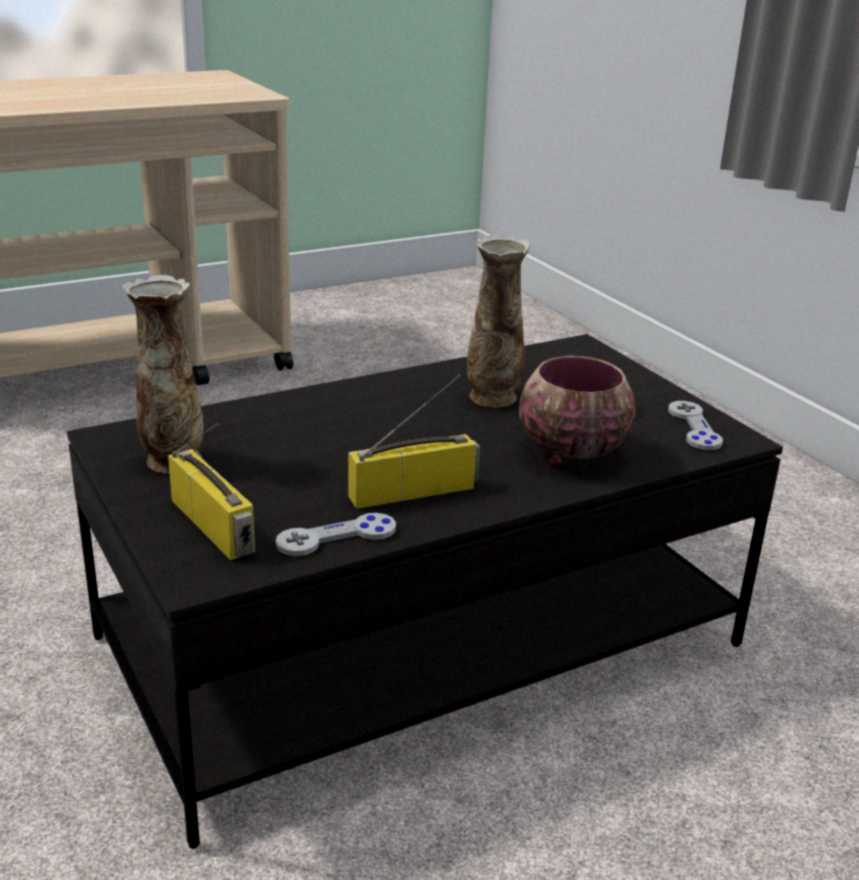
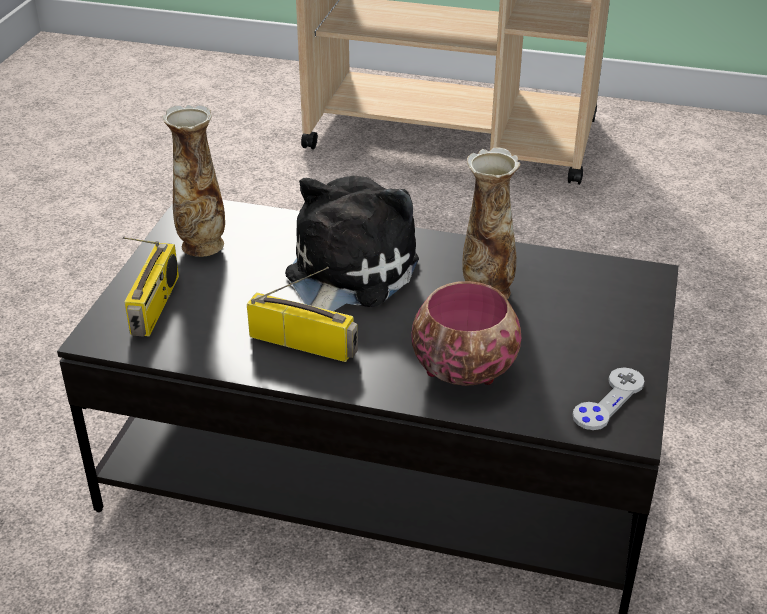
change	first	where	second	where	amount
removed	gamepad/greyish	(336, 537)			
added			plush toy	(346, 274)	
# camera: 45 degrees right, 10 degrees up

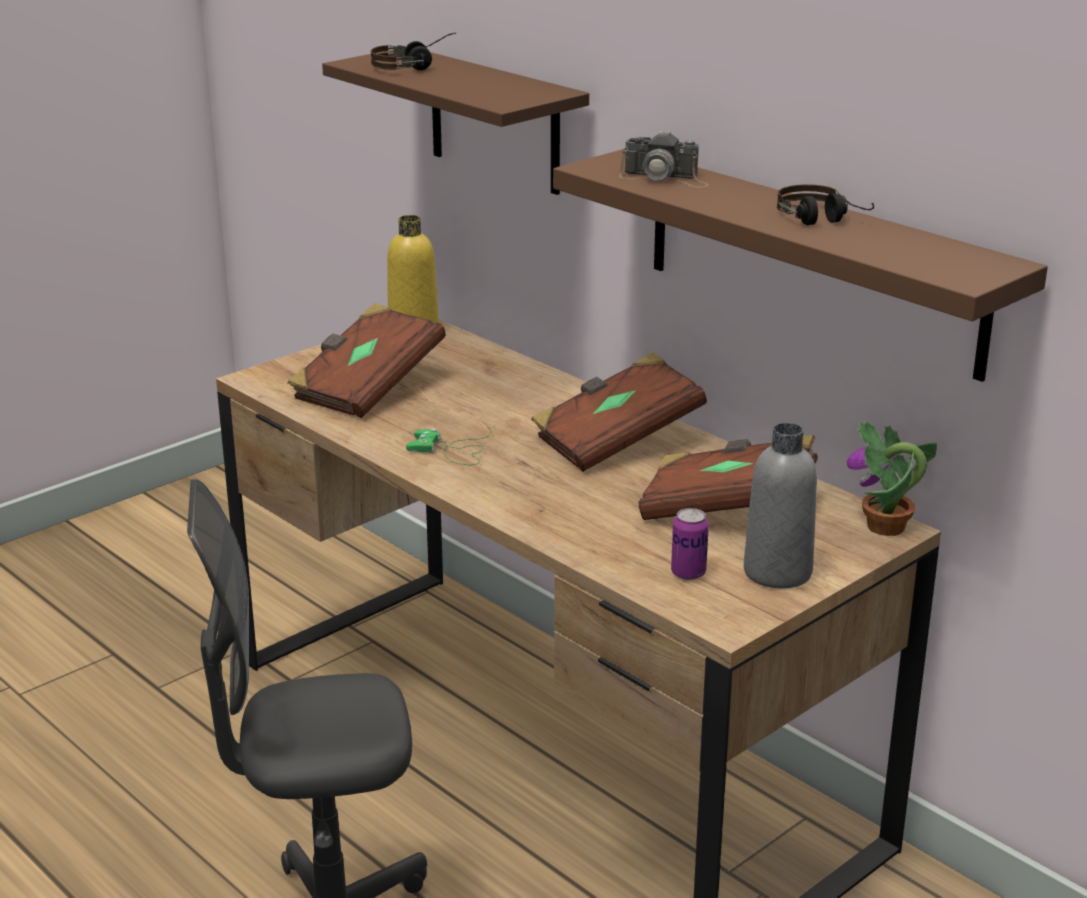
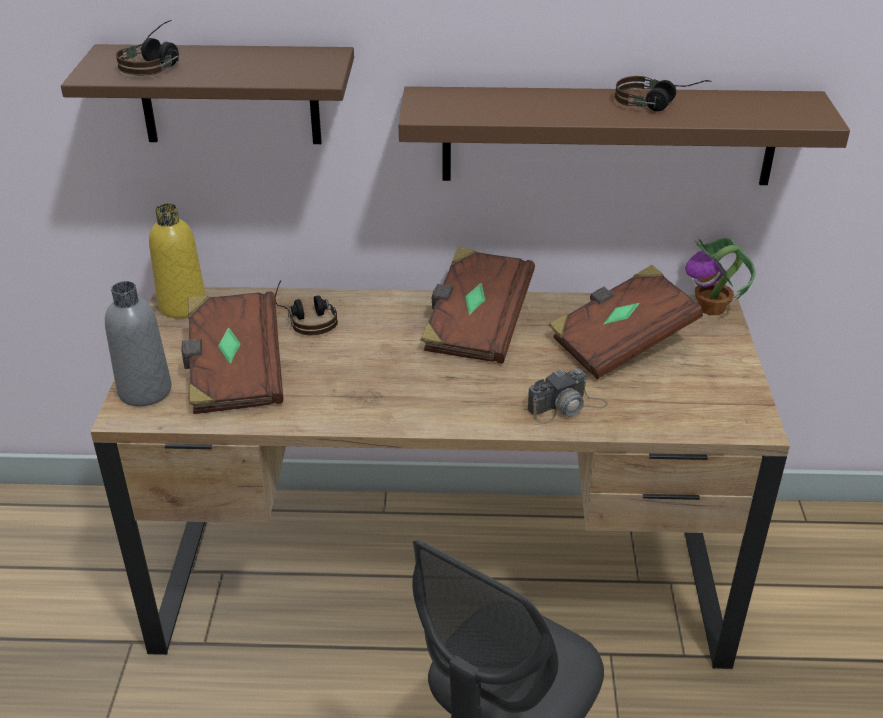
change	first	where	second	where	amount
removed	gamepad/greenish	(453, 451)			
moved	still camera	(665, 178)		(567, 407)	
removed	sealed can	(688, 573)			
moved	bottle/greyish	(777, 572)		(145, 391)	
added			pair of headphones	(306, 317)	
# camera: 45 degrees left, 10 degrees up

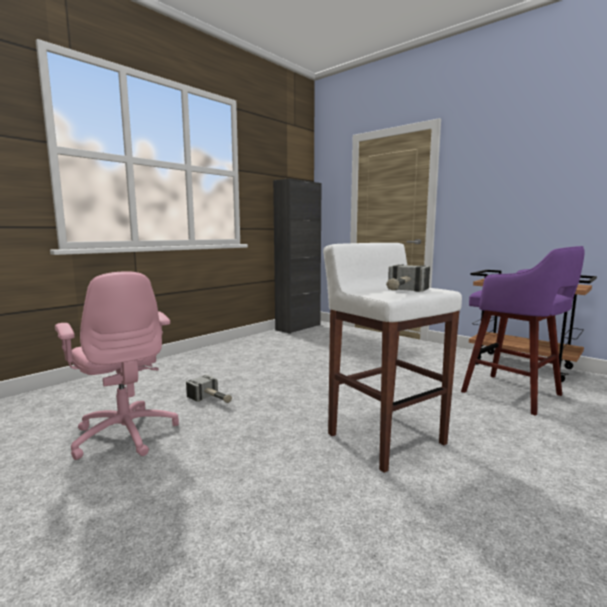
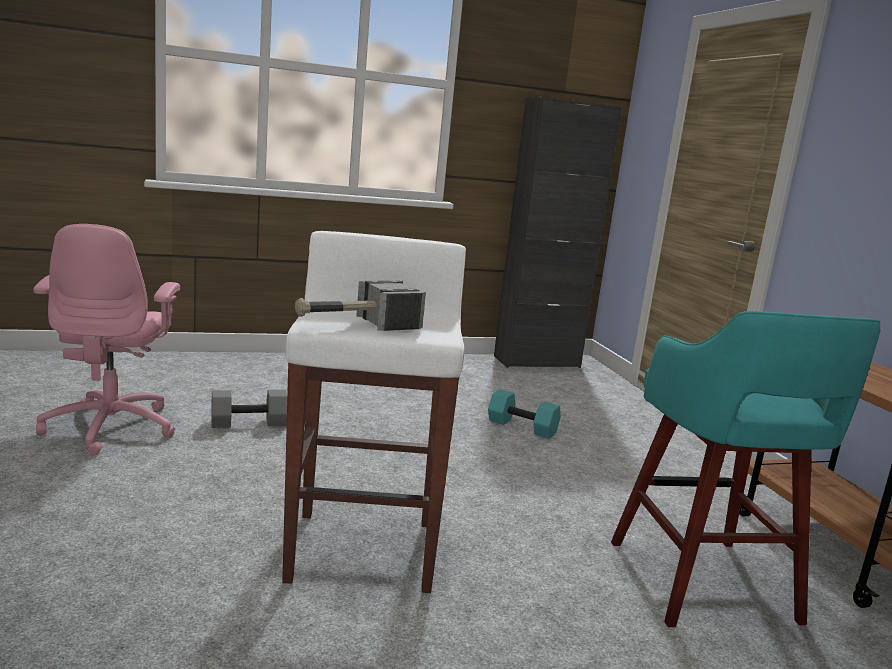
change	first	where	second	where	amount
replaced	tool hammer	(212, 400)	free weight/greyish	(249, 423)	
recoloured	stool seat/purplish	(514, 394)	stool seat/blue-green	(704, 585)	
added			free weight/blue-green	(523, 427)	
# camera: 30 degrees right, 5 degrees up

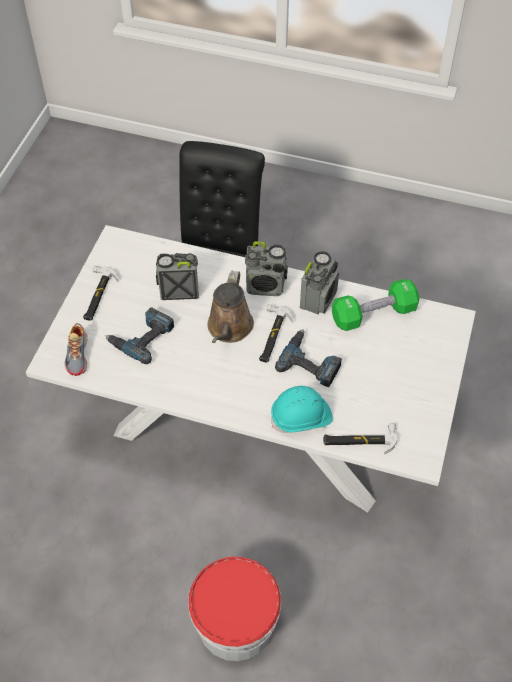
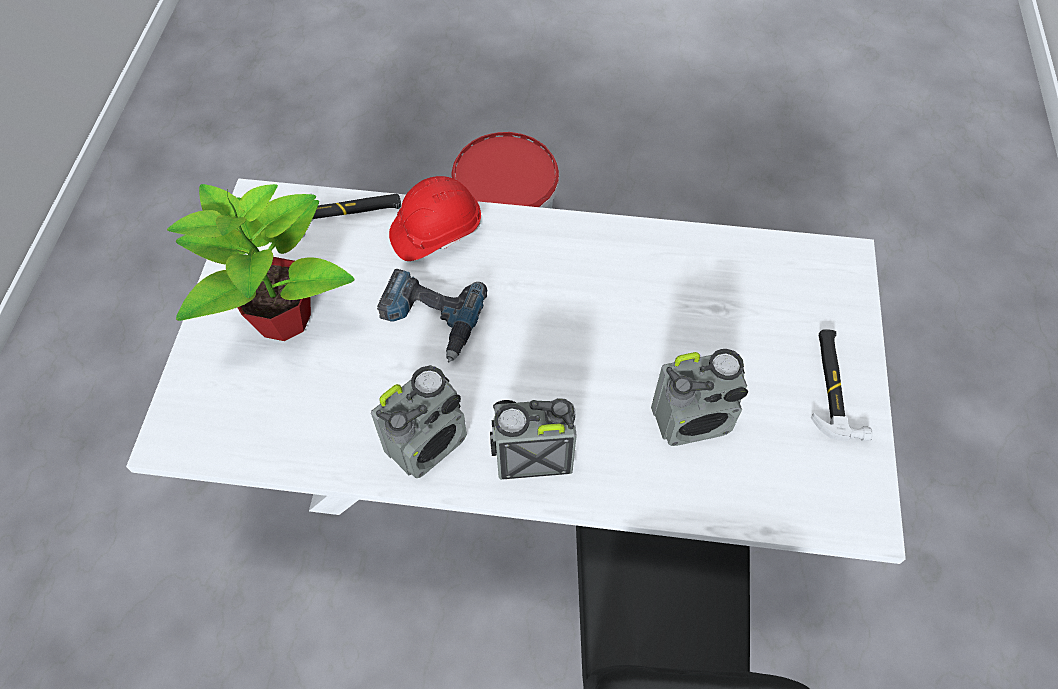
change	first	where	second	where	amount
removed	item of footwear	(78, 354)			
removed	power drill	(142, 337)			
removed	sprinkling can/brownish	(229, 328)			
removed	tool hammer	(272, 336)			
recoloured	safety helmet/blue-green	(301, 418)	safety helmet/reddish	(436, 231)	
turned	radio receiver	(318, 299)		(427, 443)	150 degrees counterclockwise
removed	free weight/greenish	(373, 314)			
added			potted plant	(285, 317)	
# camera: 170 degrees right, 5 degrees up

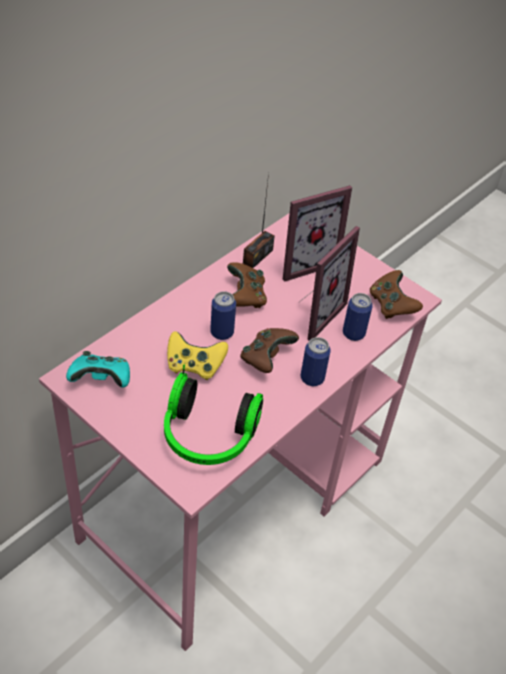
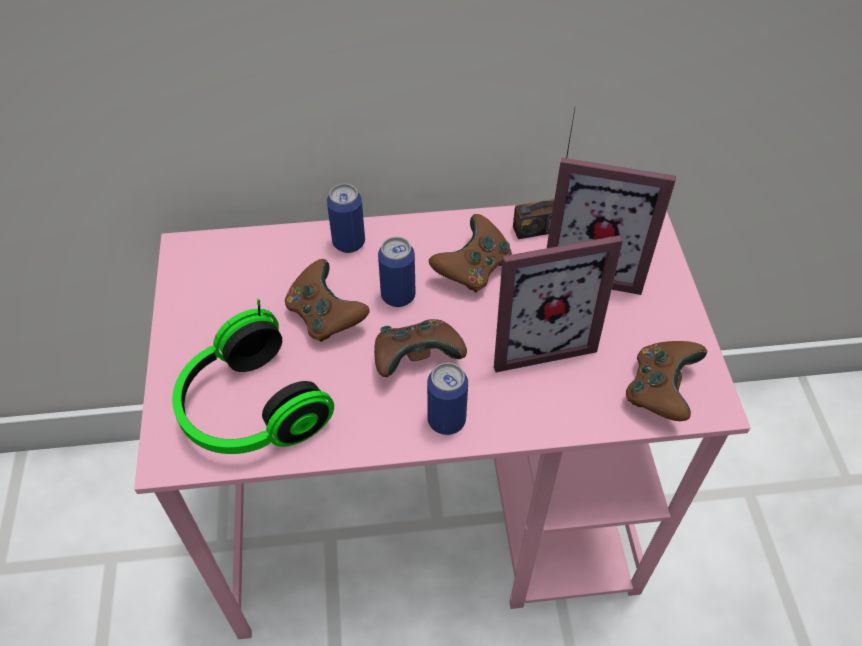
change	first	where	second	where	amount
removed	gamepad/blue-green	(102, 380)			
recoloured	gamepad/yellow	(194, 366)	gamepad/brownish	(325, 316)	
moved	sealed can	(353, 333)		(349, 243)	
# camera: 45 degrees right, 5 degrees up

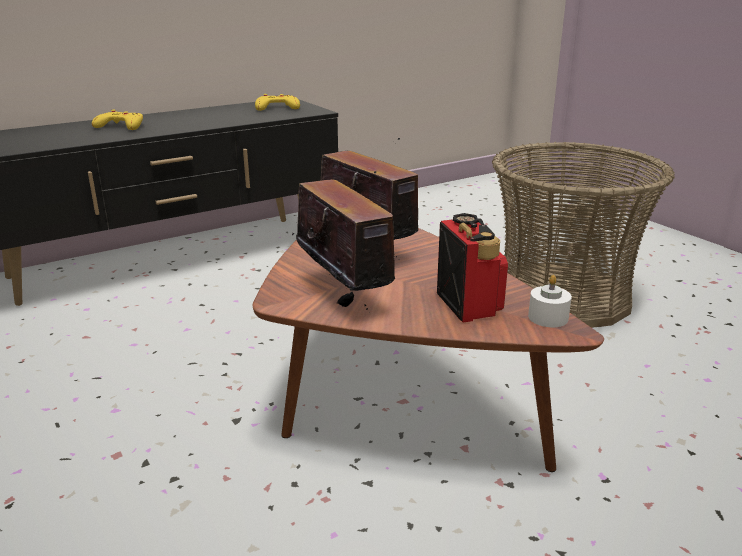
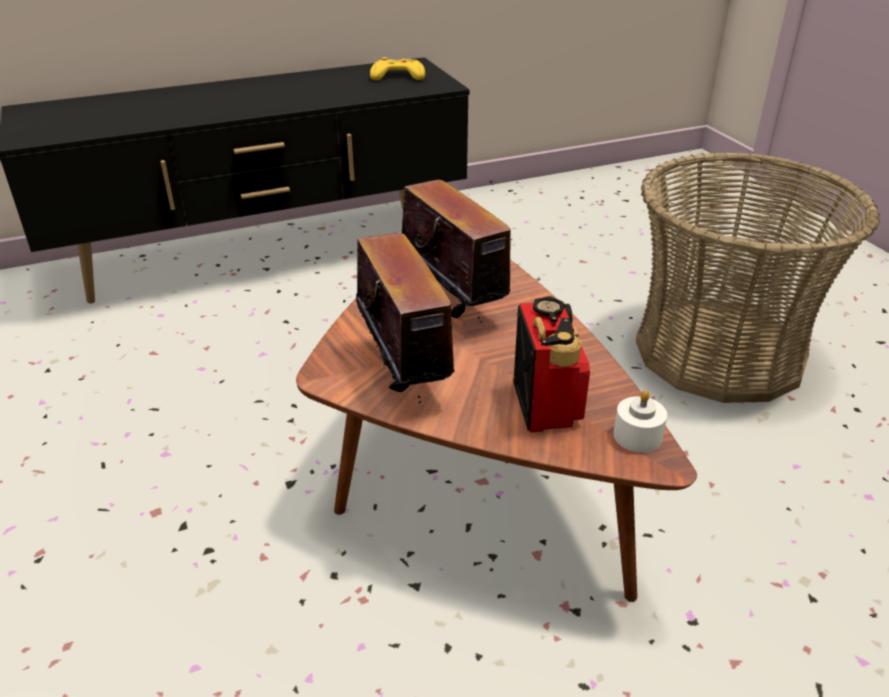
change	first	where	second	where	amount
removed	gamepad/yellow	(121, 126)			
# camera: 10 degrees right, 10 degrees up

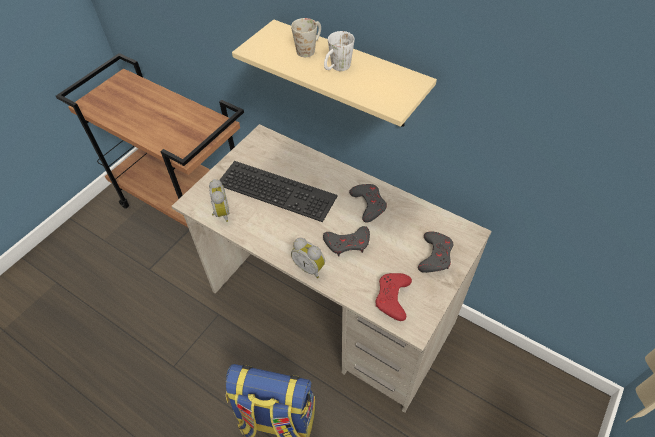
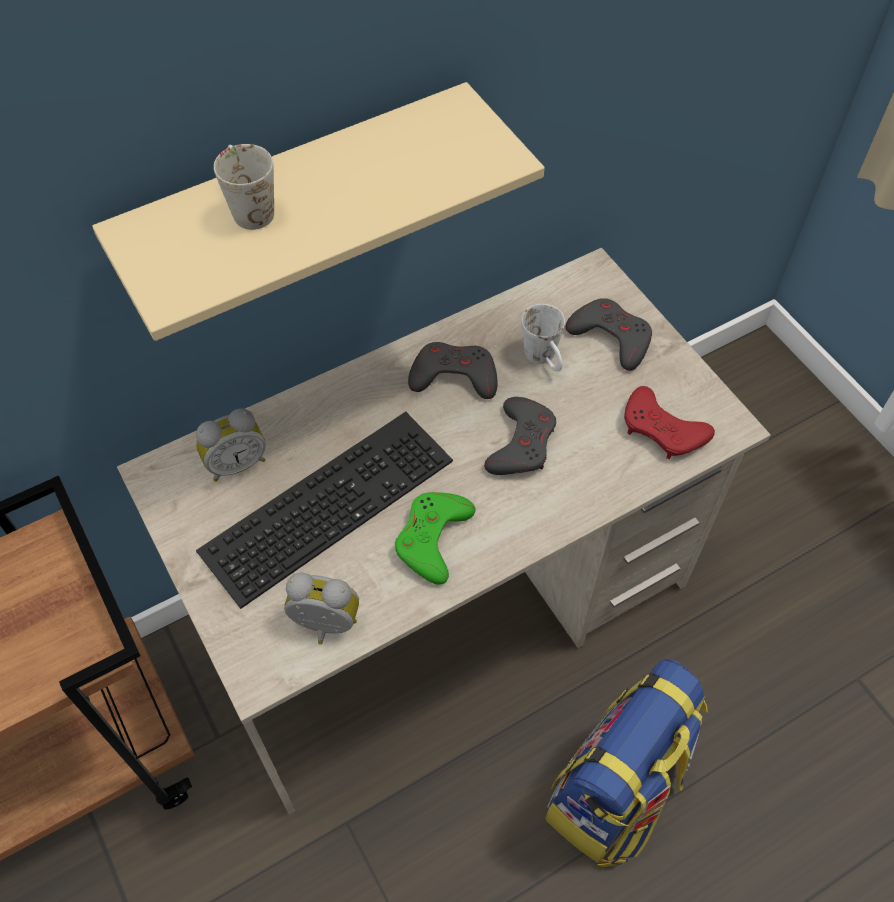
change	first	where	second	where	amount
moved	bedside clock	(310, 267)		(236, 463)	
moved	coffee mug/whitish	(337, 69)		(544, 359)	
added			gamepad/greenish	(433, 539)	
# camera: 65 degrees left, 5 degrees up

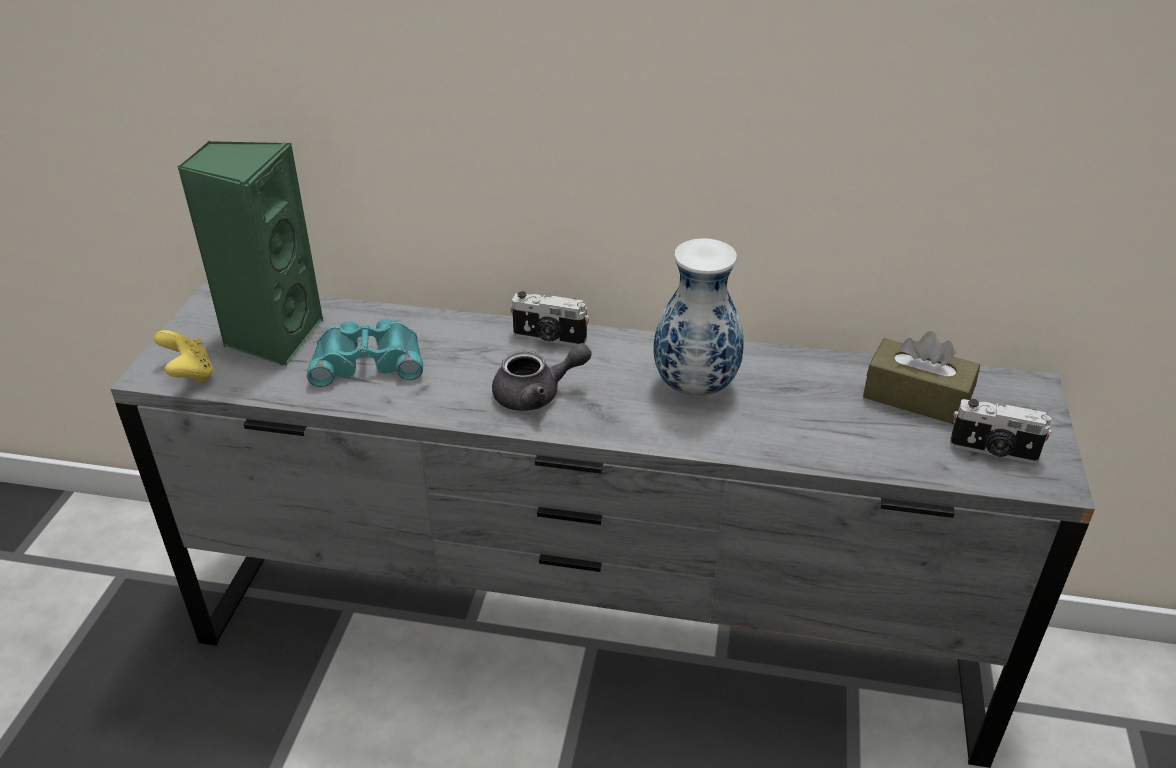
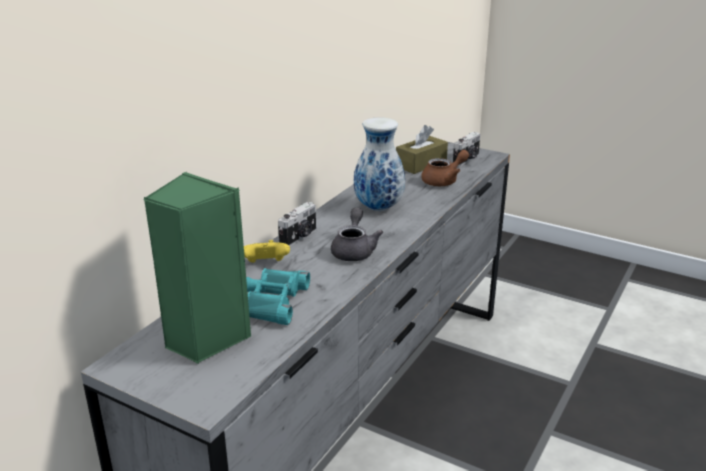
change	first	where	second	where	amount
moved	gamepad/yellow	(190, 375)		(266, 265)	
added			tea pot/brownish	(444, 181)	
# camera: 70 degrees left, 10 degrees down

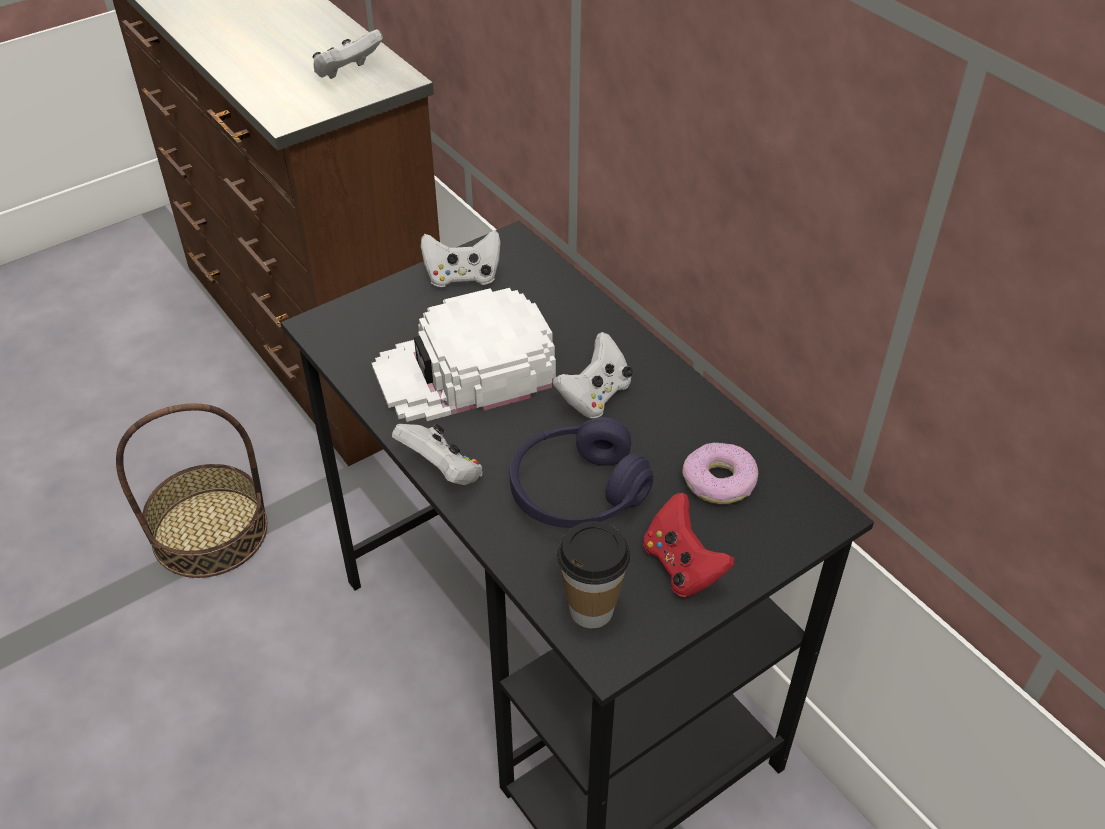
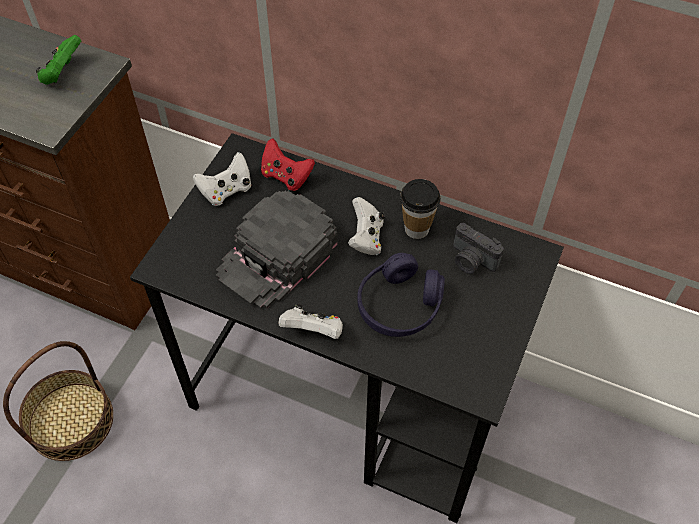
change	first	where	second	where	amount
recoloured	gamepad/whitish	(347, 73)	gamepad/greenish	(63, 73)	
recoloured	cap/whitish	(465, 370)	cap/black	(277, 256)	
moved	small cup	(591, 609)		(416, 229)	
moved	gamepad/reddish	(682, 566)		(286, 176)	
replaced	ring doughnut	(719, 482)	still camera	(471, 261)	
# camera: 30 degrees left, 10 degrees up

